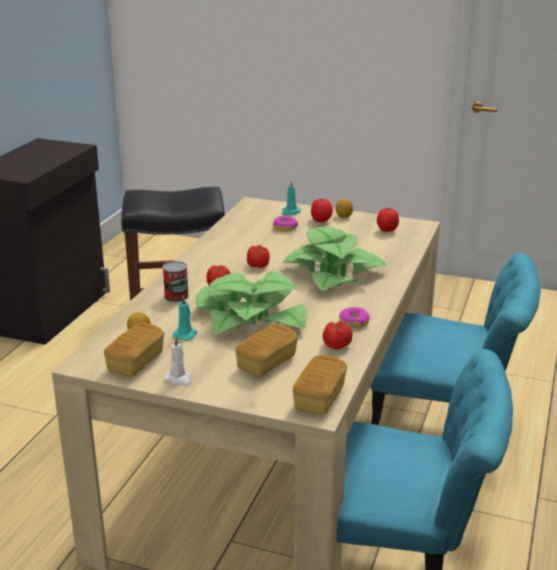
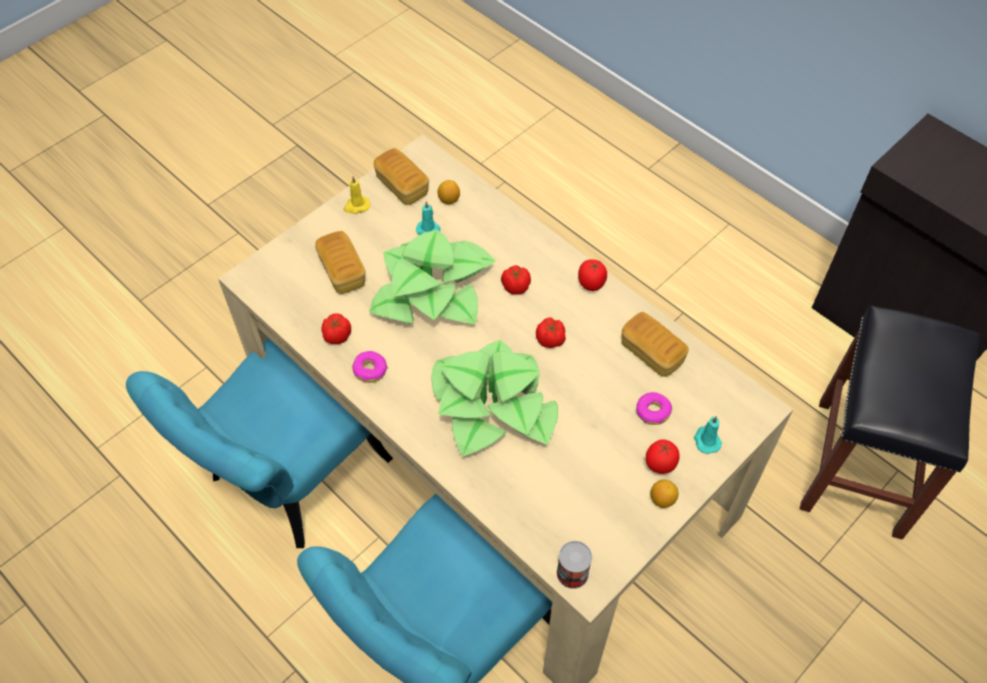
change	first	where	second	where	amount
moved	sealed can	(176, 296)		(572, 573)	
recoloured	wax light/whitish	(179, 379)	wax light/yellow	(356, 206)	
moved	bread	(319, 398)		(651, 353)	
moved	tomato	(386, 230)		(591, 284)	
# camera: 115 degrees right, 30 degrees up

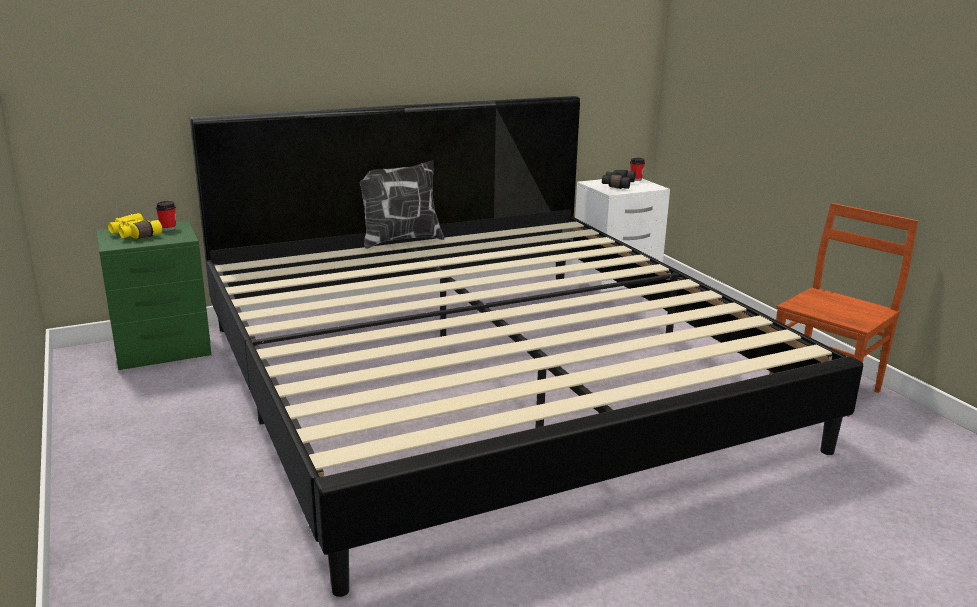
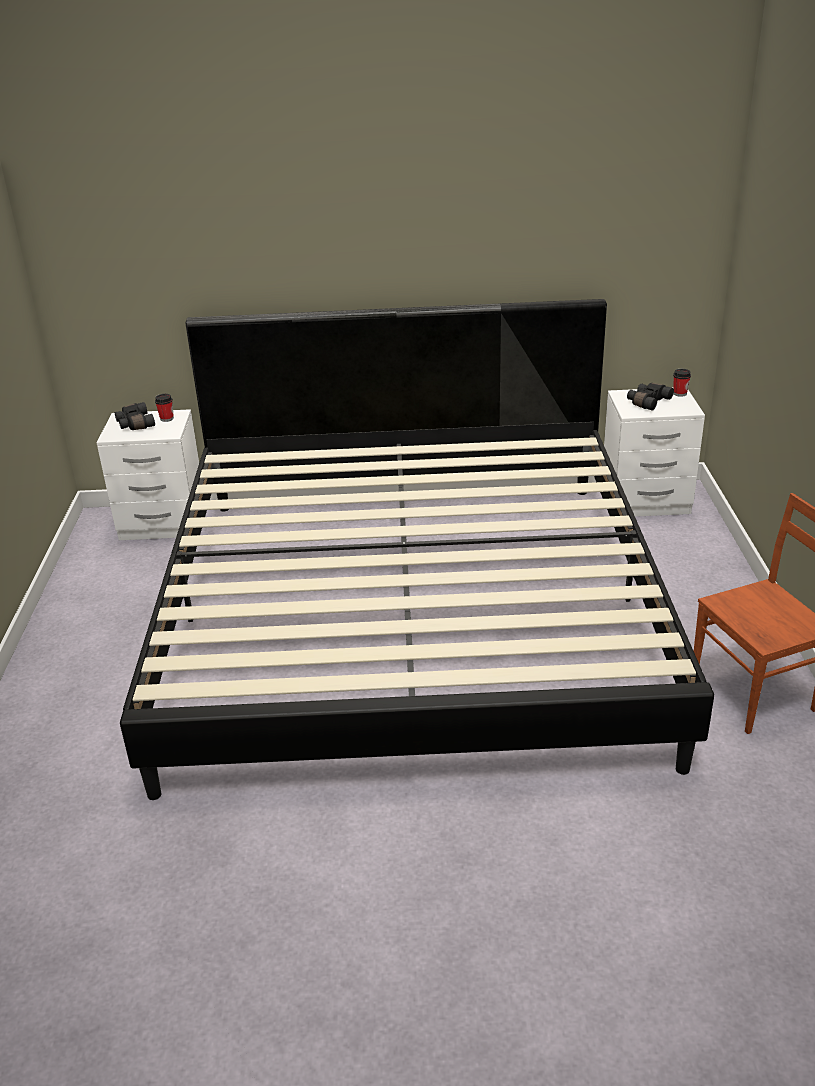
change	first	where	second	where	amount
recoloured	nightstand/greenish	(164, 349)	nightstand/whitish	(165, 523)	
recoloured	field glasses/yellow	(133, 235)	field glasses/black	(134, 424)	
removed	cushion	(398, 240)			
# camera: 25 degrees right, 10 degrees up

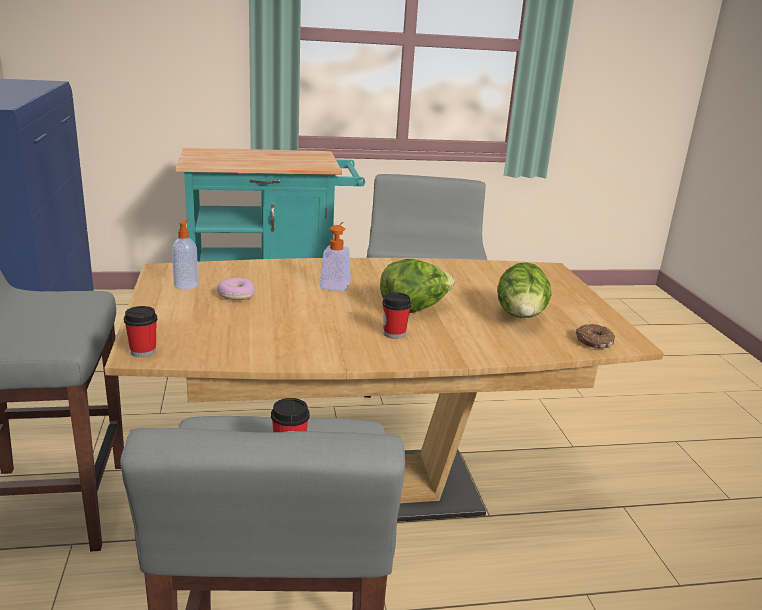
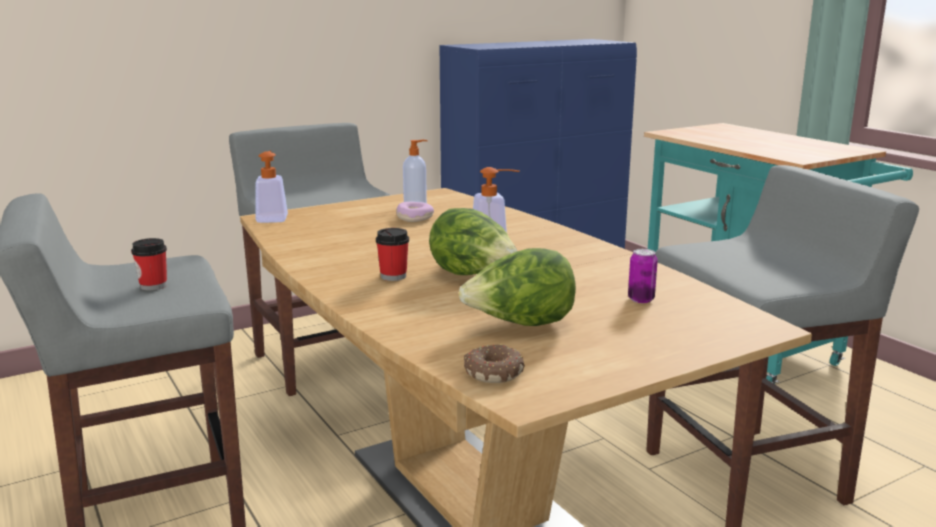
change	first	where	second	where	amount
replaced	small cup	(143, 351)	soap dispenser	(272, 218)	
added			sealed can	(641, 299)	
# camera: 70 degrees right, 5 degrees down

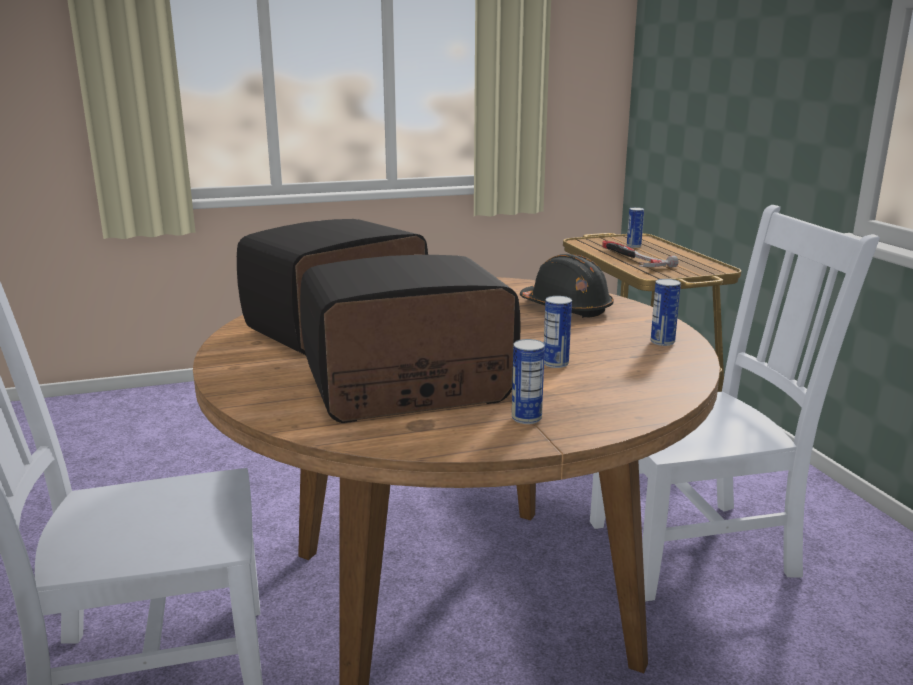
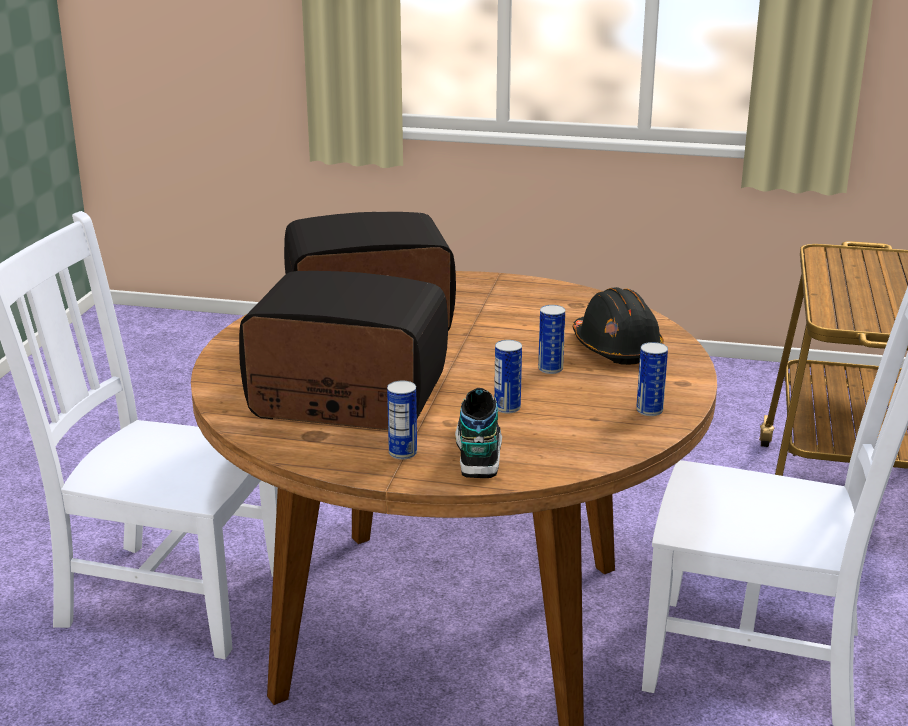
change	first	where	second	where	amount
removed	tool hammer	(631, 259)			
moved	sealed can	(633, 246)		(550, 369)	
added			item of footwear	(477, 452)	
# camera: 30 degrees right, 5 degrees up

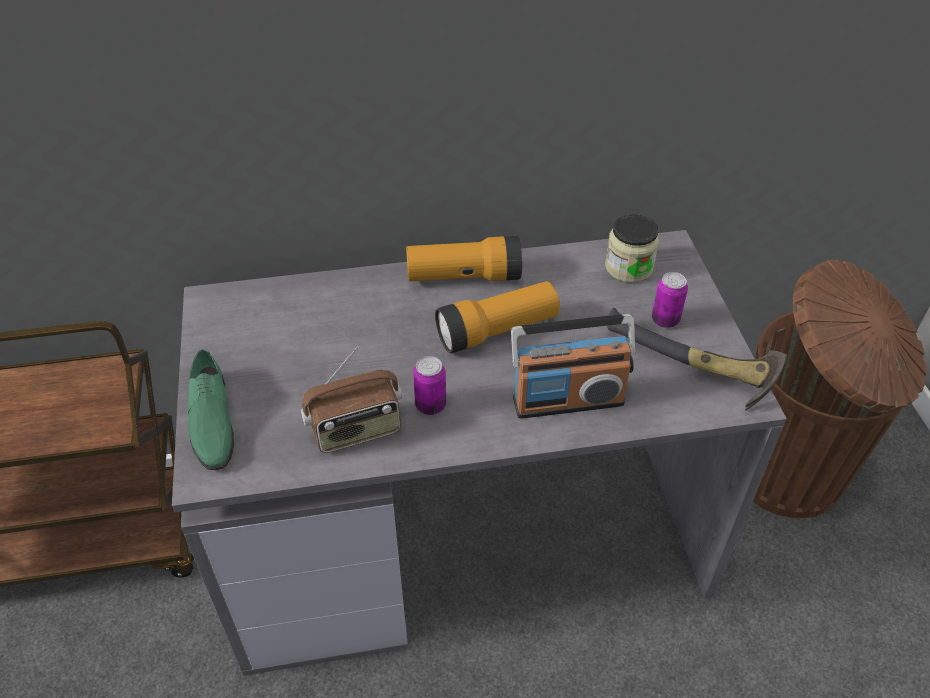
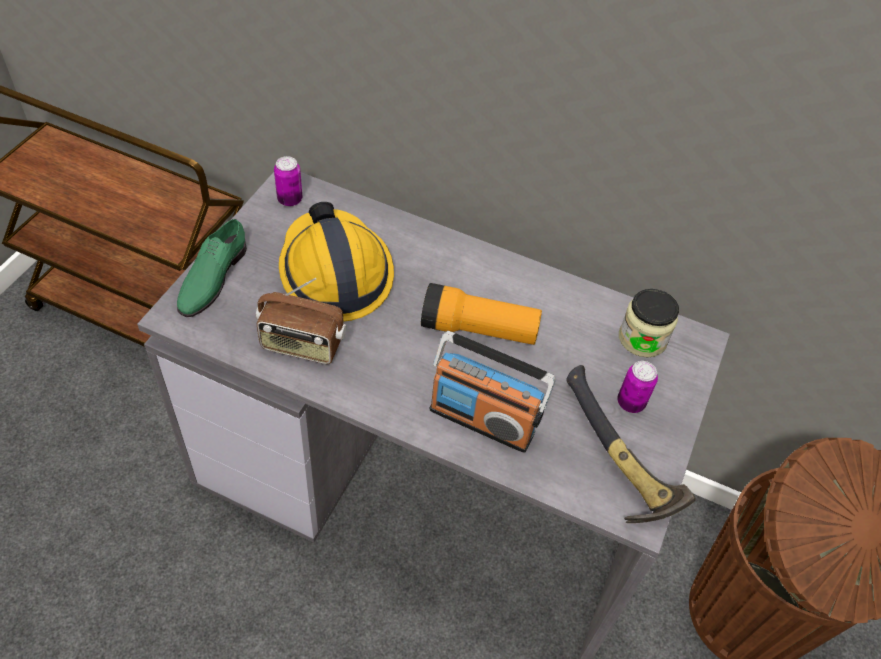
change	first	where	second	where	amount
removed	torch	(464, 277)			
moved	sealed can	(430, 405)		(290, 199)	
added			safety helmet	(334, 273)	
# camera: 30 degrees right, 5 degrees up

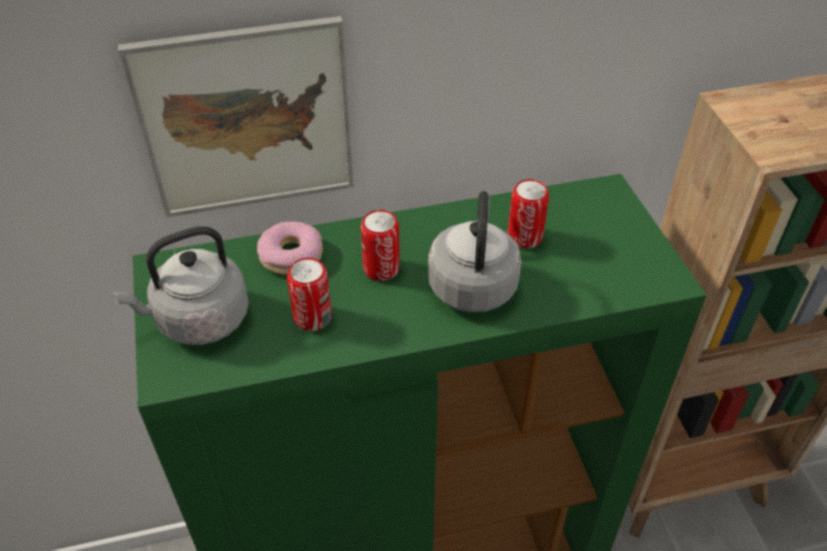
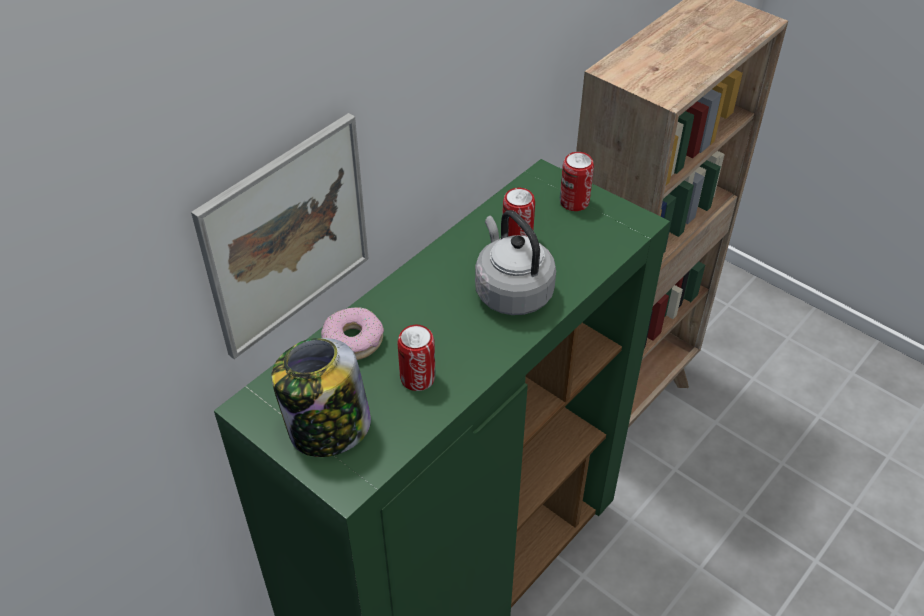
change	first	where	second	where	amount
replaced	water kettle/greyish	(198, 320)	storage jar	(327, 429)	
moved	sealed can	(381, 268)		(574, 202)	
# camera: 35 degrees left, 0 degrees up

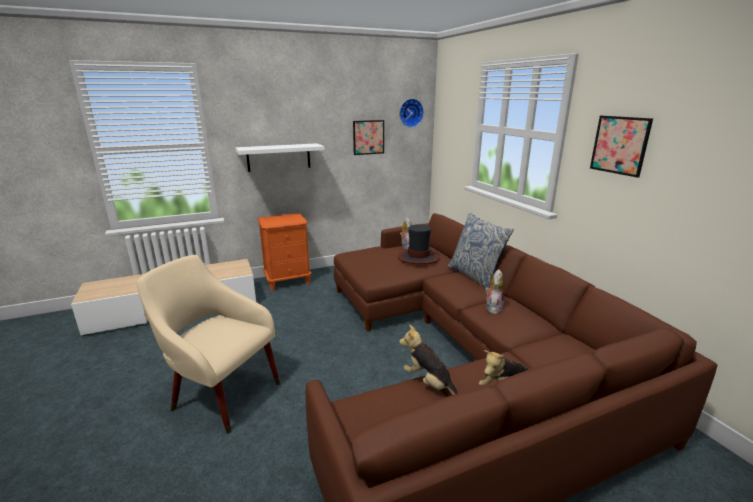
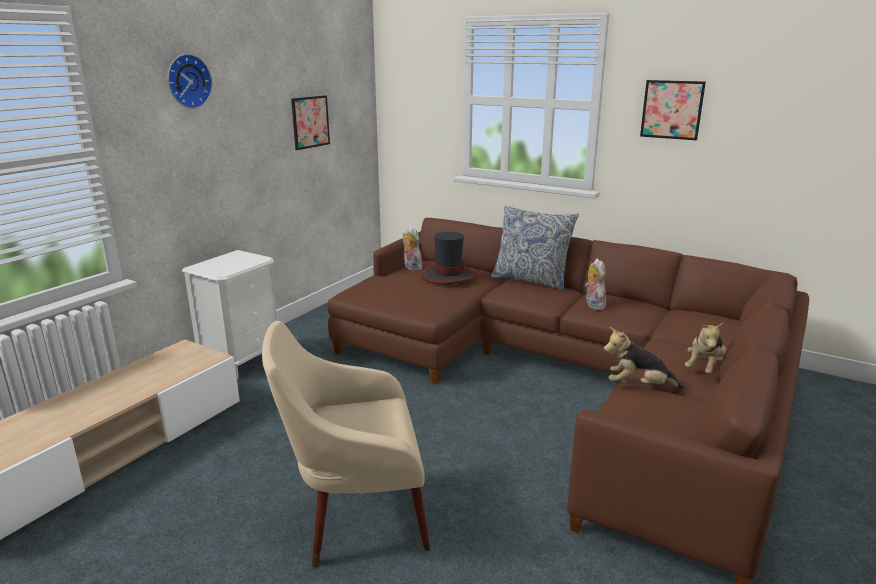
change	first	where	second	where	amount
removed	wall shelf/whitish	(279, 157)			
recoloured	nightstand/orange-coloured	(288, 280)	nightstand/whitish	(243, 361)	
moved	wall clock	(410, 113)		(187, 81)	
# camera: 35 degrees left, 0 degrees up

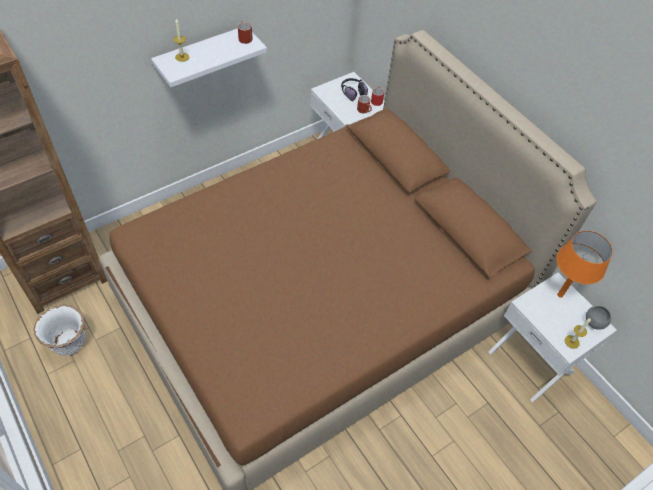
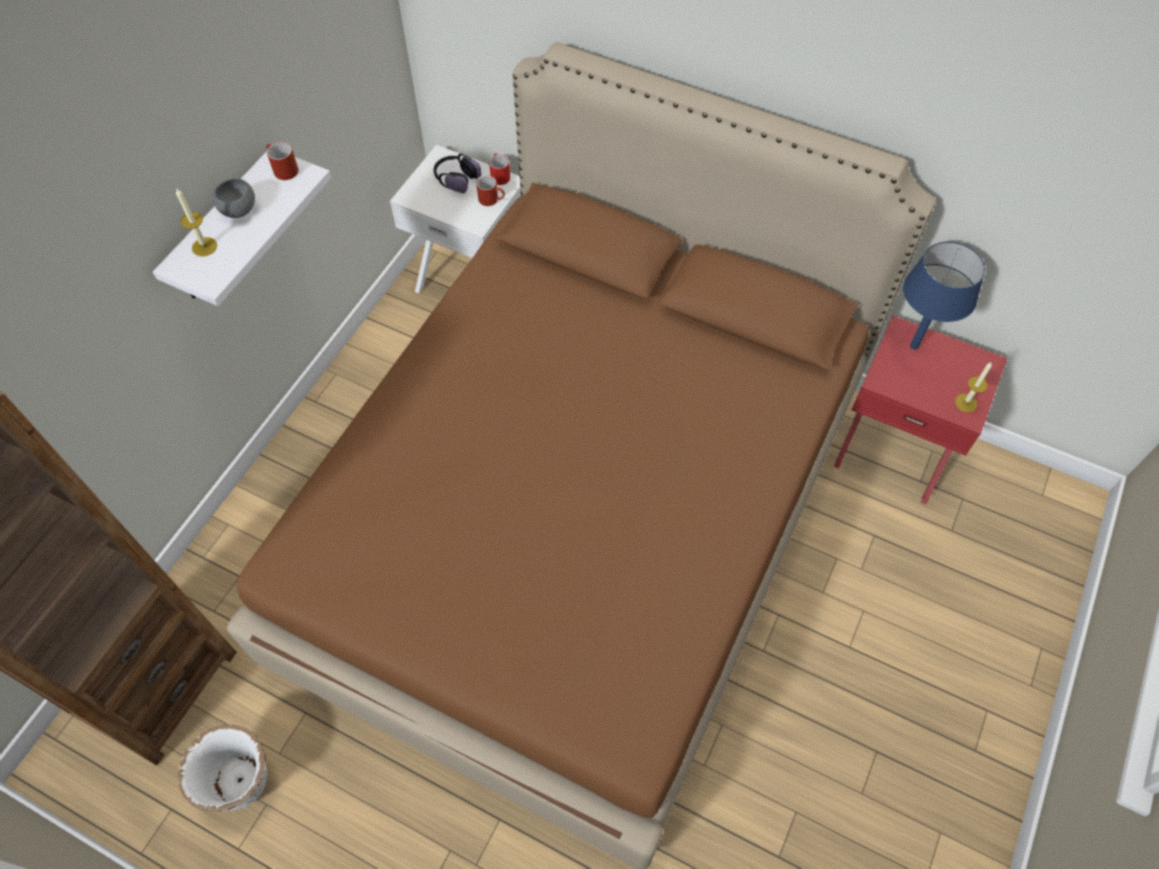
change	first	where	second	where	amount
recoloured	nightstand/whitish	(532, 361)	nightstand/reddish	(893, 449)	
recoloured	table lamp/orange-coloured	(559, 295)	table lamp/bluish	(914, 346)	
moved	deep dish/greyish	(594, 322)		(239, 210)	
# camera: 25 degrees left, 5 degrees up

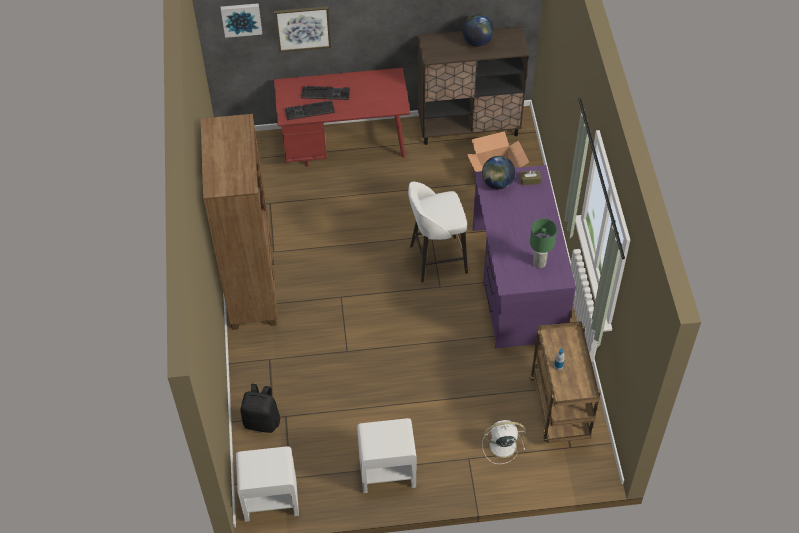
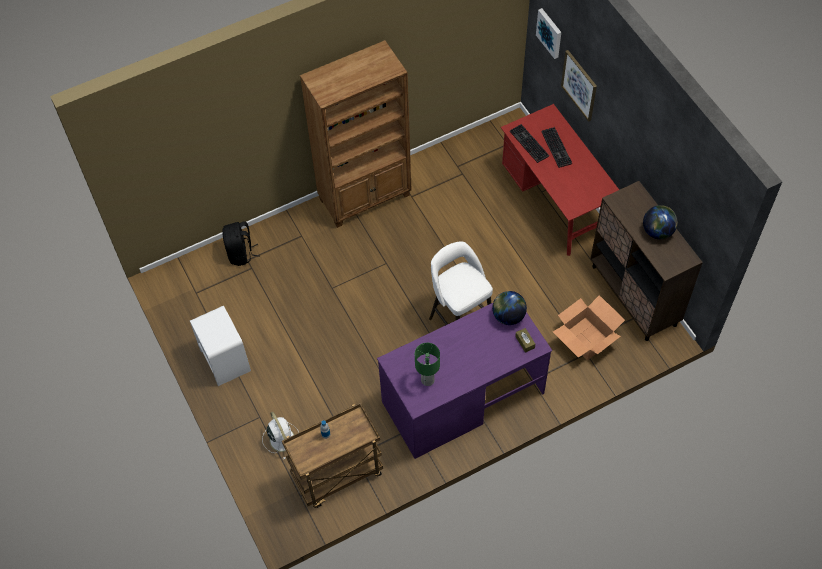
change	first	where	second	where	amount
removed	nightstand/whitish	(270, 500)			
# camera: 70 degrees right, 5 degrees up

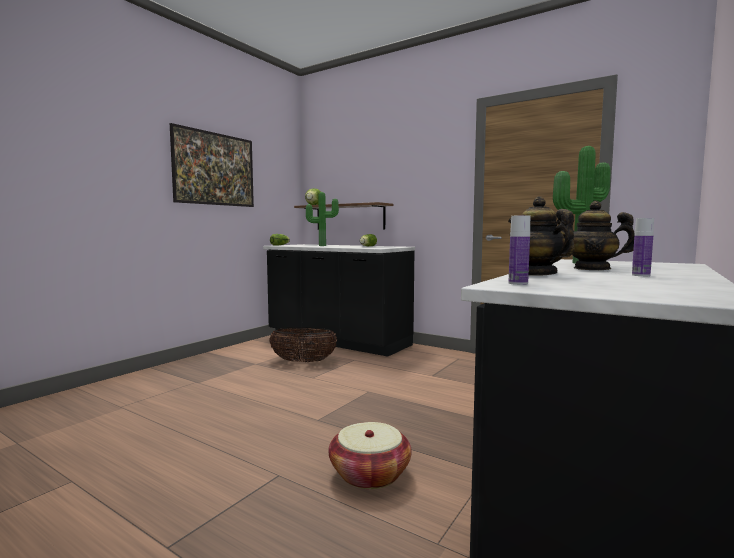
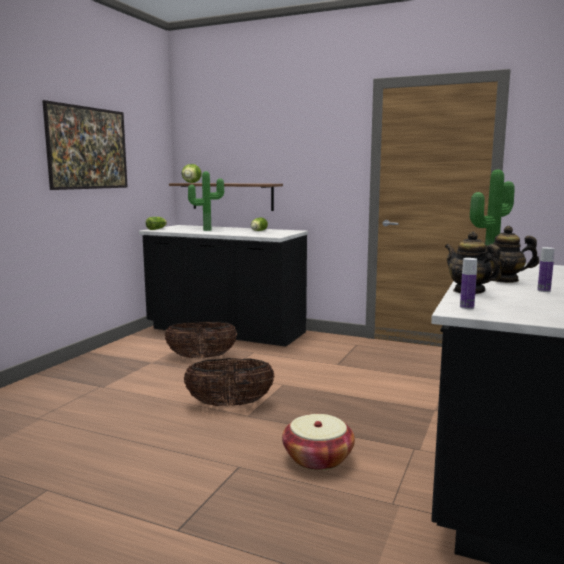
change	first	where	second	where	amount
added			basket	(230, 404)	
# camera: 10 degrees left, 5 degrees up

